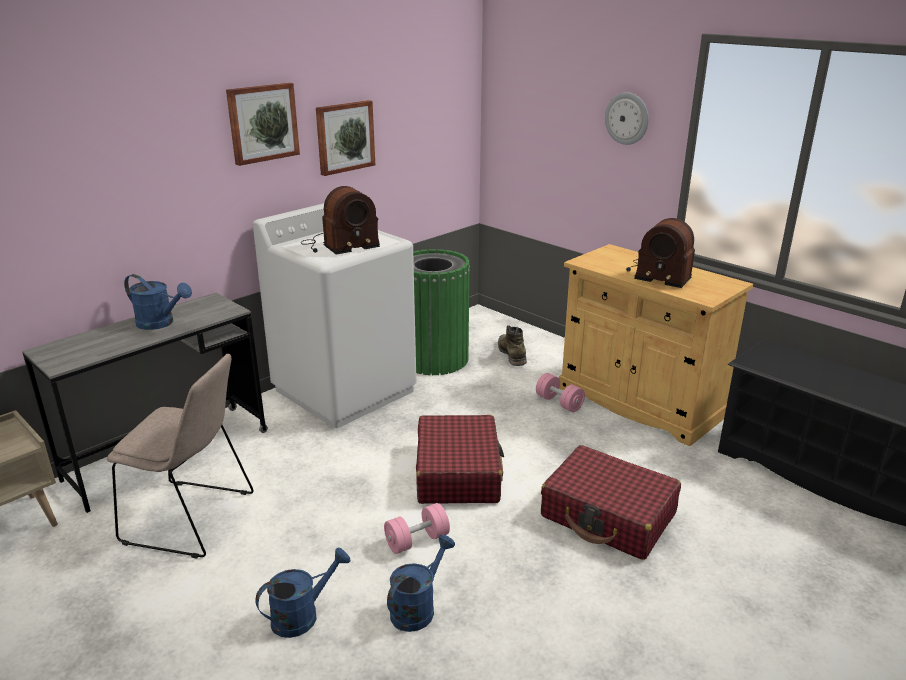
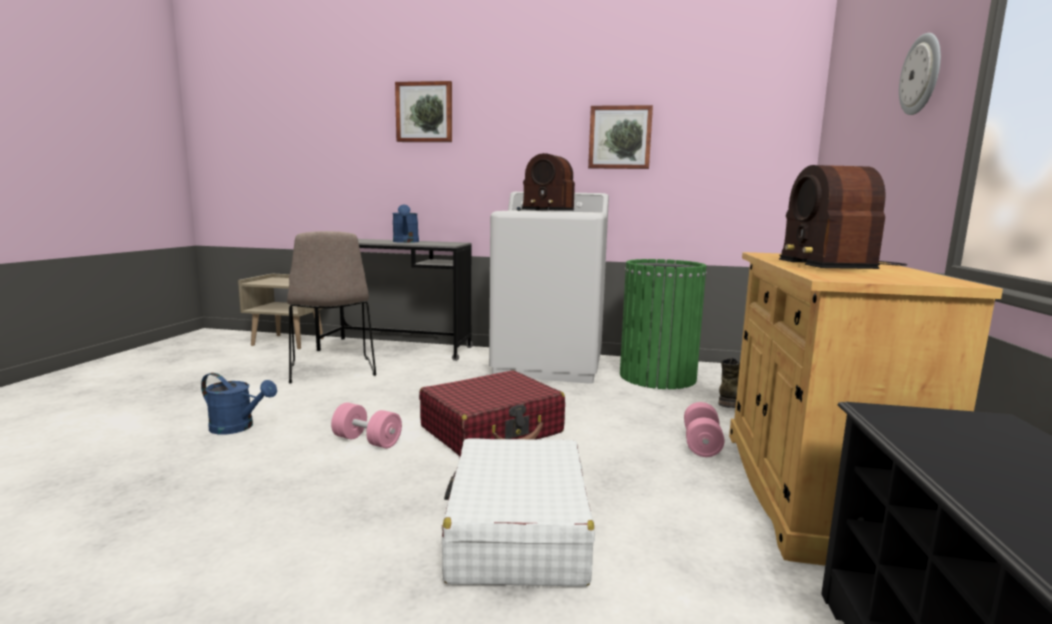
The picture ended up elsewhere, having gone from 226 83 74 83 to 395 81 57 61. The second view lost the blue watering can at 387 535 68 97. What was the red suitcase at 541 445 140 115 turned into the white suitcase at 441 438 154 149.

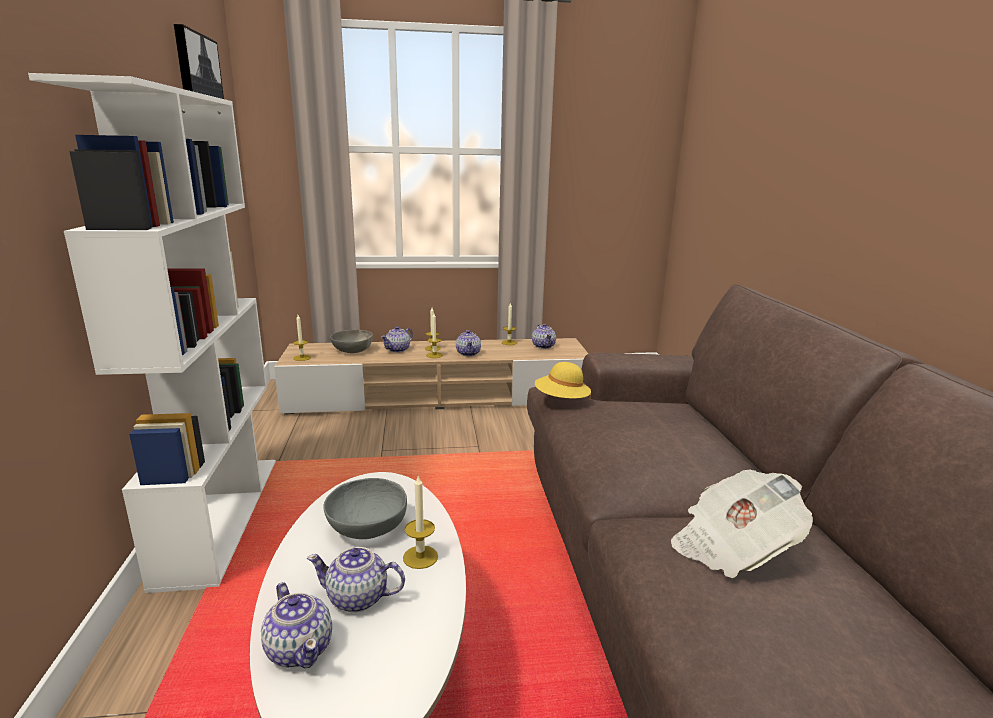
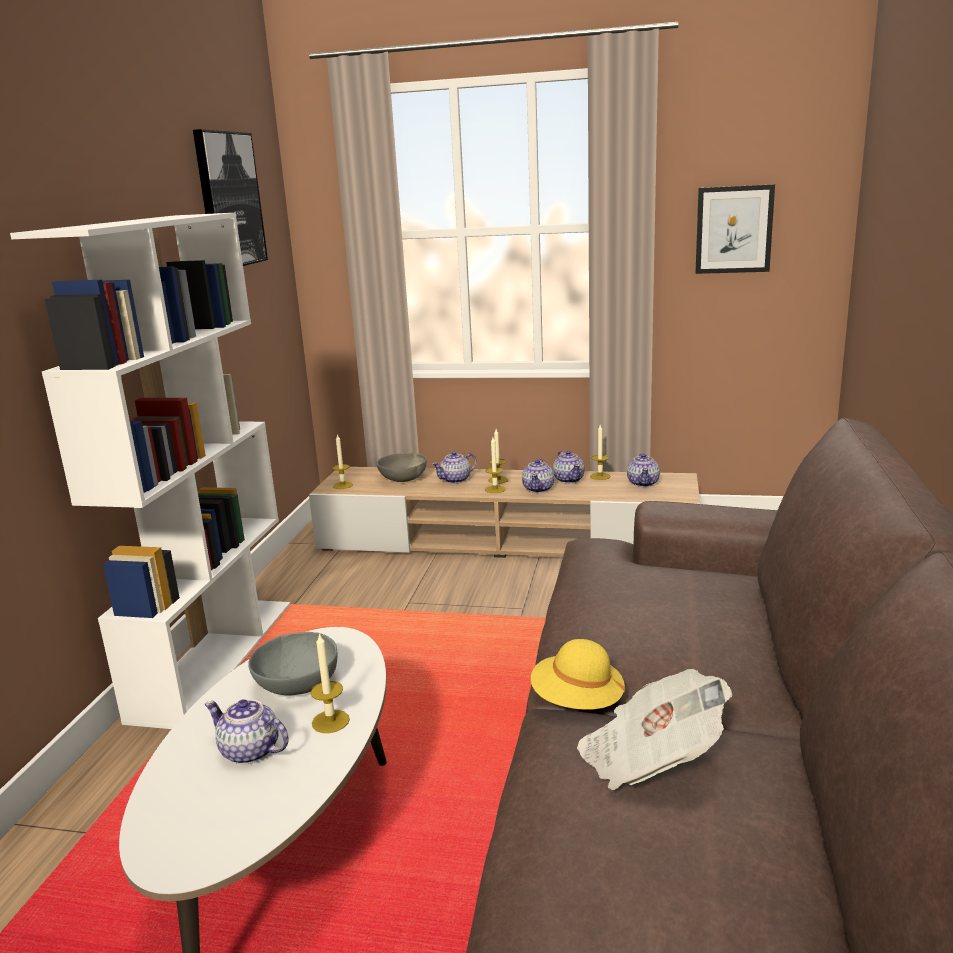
The teapot ended up elsewhere, having gone from 261 582 71 86 to 553 451 32 33. The yellow hat ended up elsewhere, having gone from 535 362 56 36 to 531 639 95 71. The second view gained the picture at 696 184 79 90.

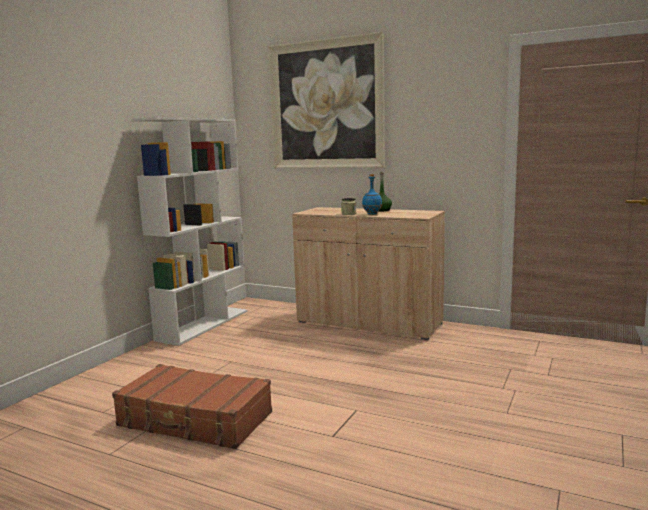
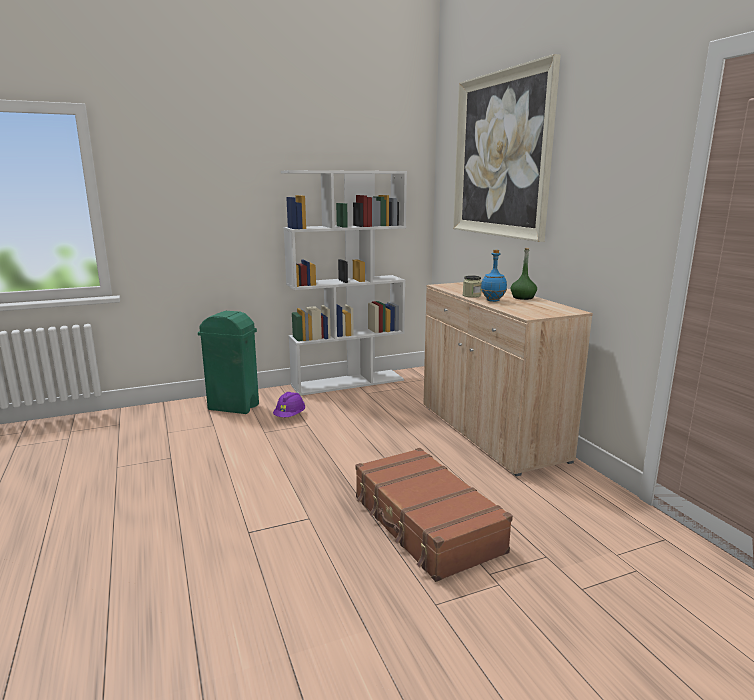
The brown suitcase ended up elsewhere, having gone from 112 364 160 85 to 355 448 158 134. The second view gained the green trash can at 198 311 61 103. The second view gained the purple hard hat at 273 392 32 25.

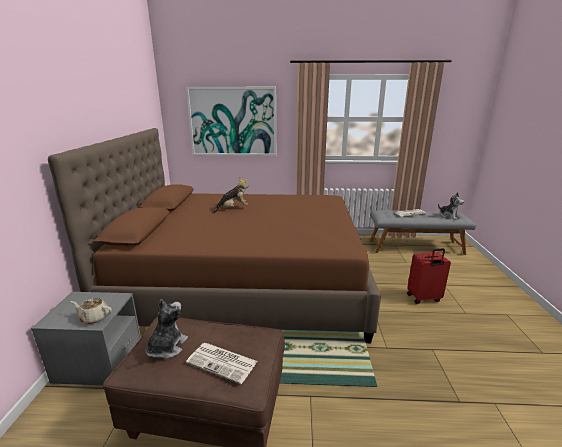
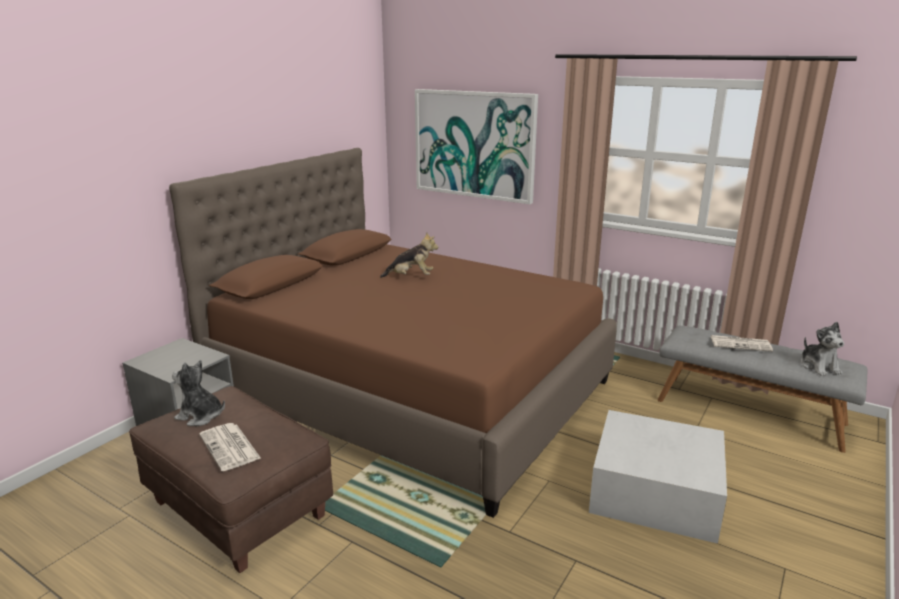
The second view lost the beige teapot at 70 298 42 26. The plush toy at 145 299 43 60 ended up facing another way, 120 degrees counterclockwise from before. Where the red suitcase stood at 407 248 44 56, the white storage box came to stand at 589 410 138 134.

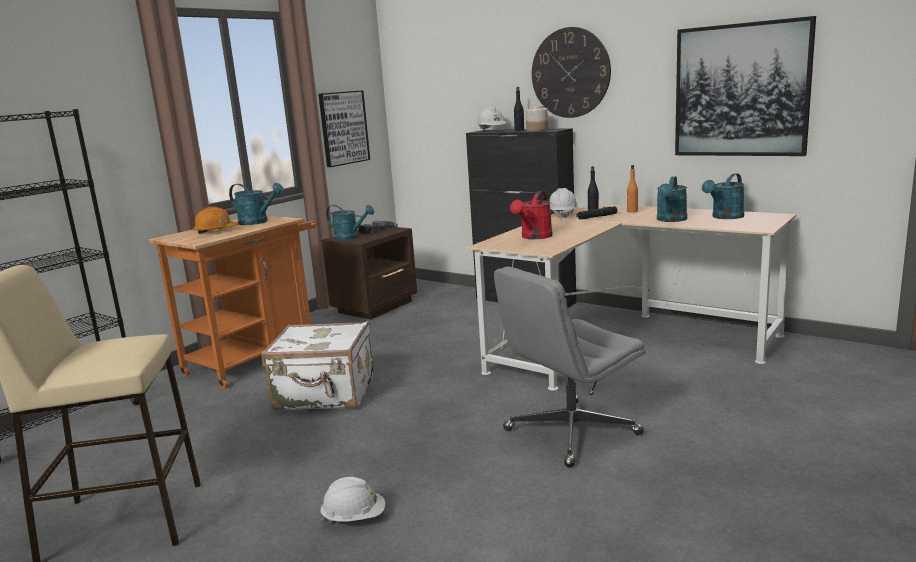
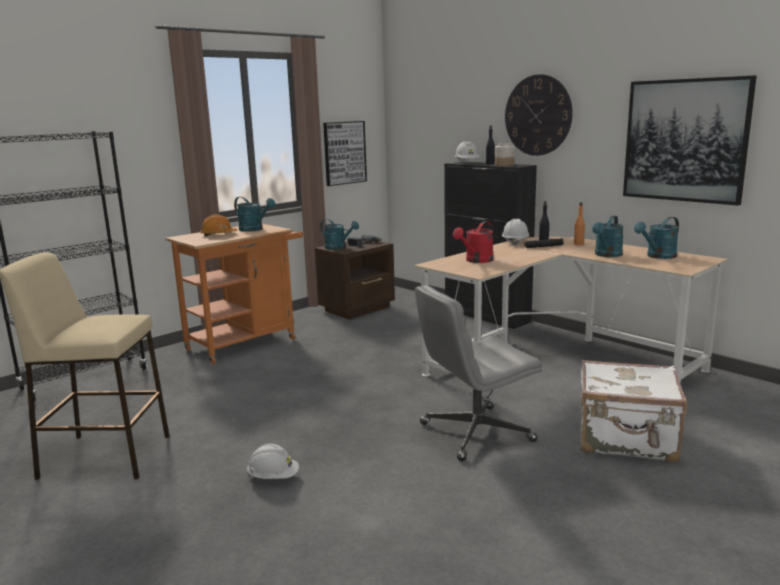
The white suitcase ended up elsewhere, having gone from 261 321 113 89 to 580 360 107 102.

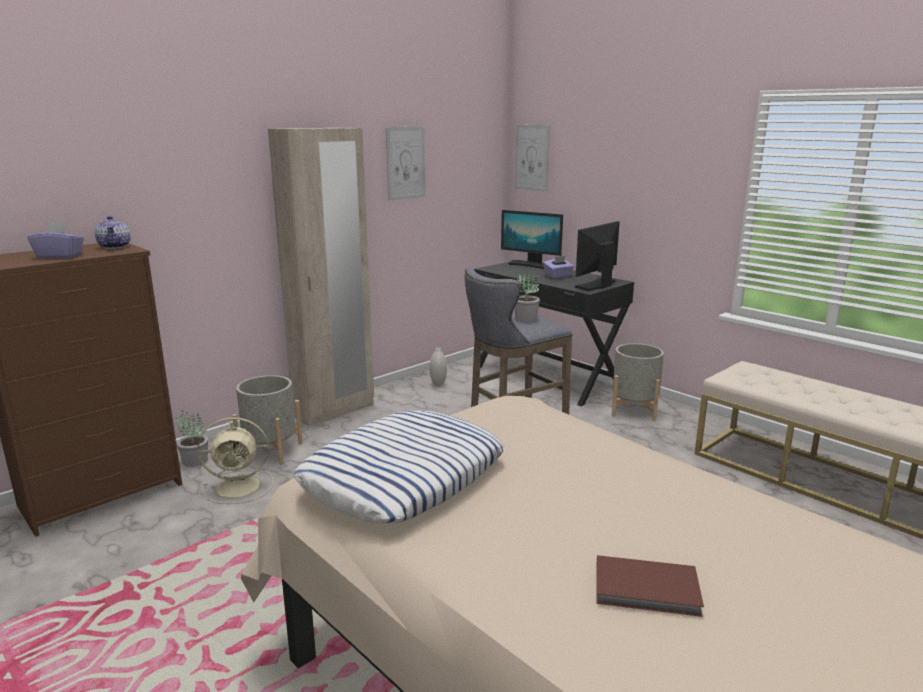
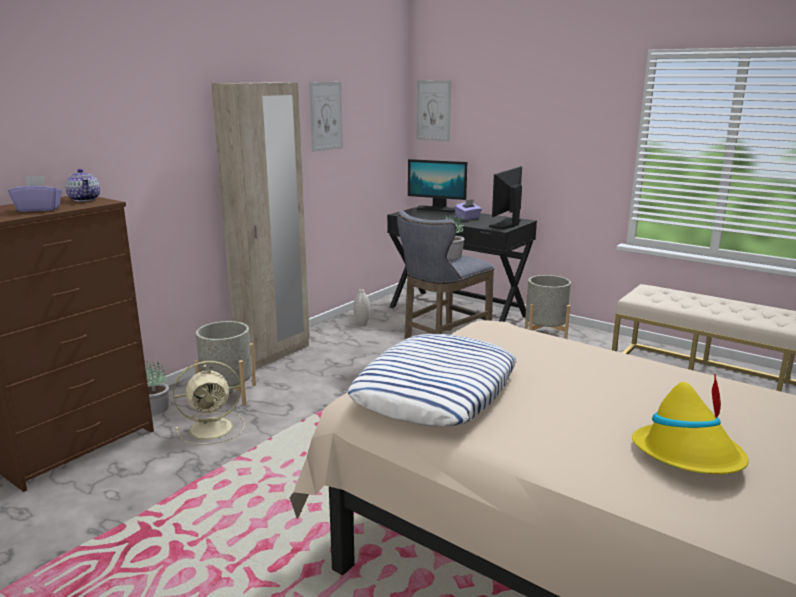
Where the brown book stood at 596 555 108 62, the yellow hat came to stand at 632 374 117 100.

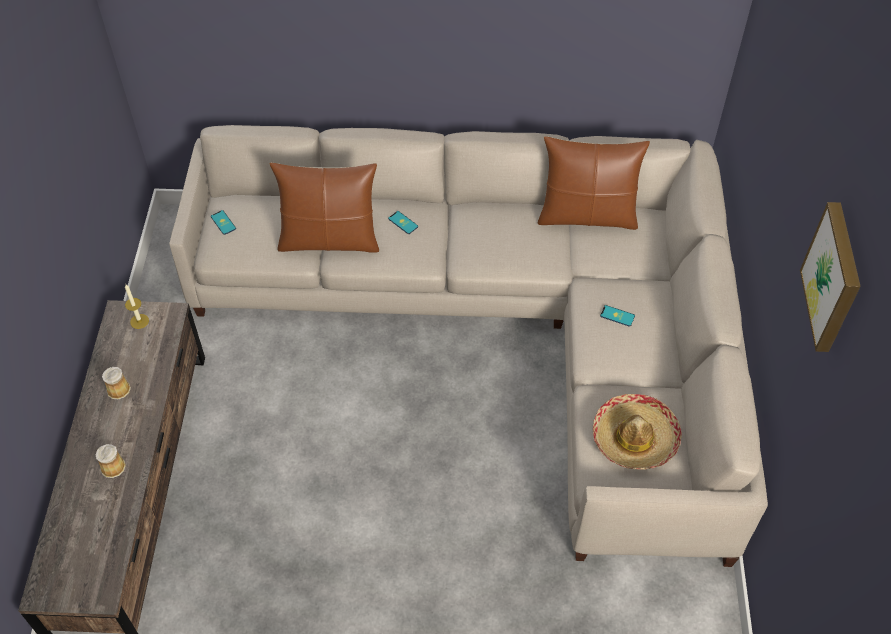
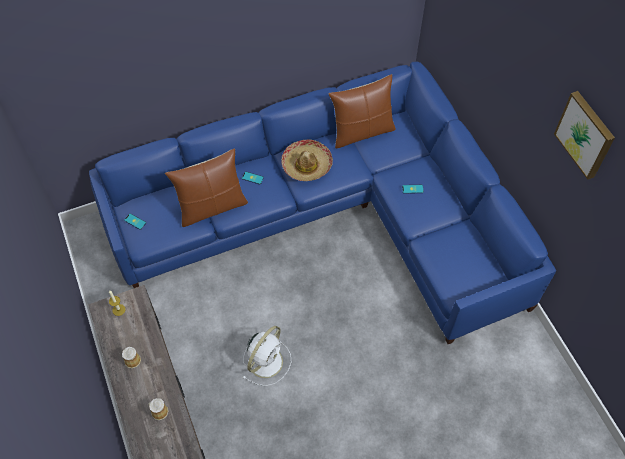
What was the beige sofa at 169 125 599 442 turned into the blue sofa at 89 61 467 283. The hat ended up elsewhere, having gone from 593 394 89 76 to 281 139 52 42. The second view gained the white fan at 243 326 48 60.

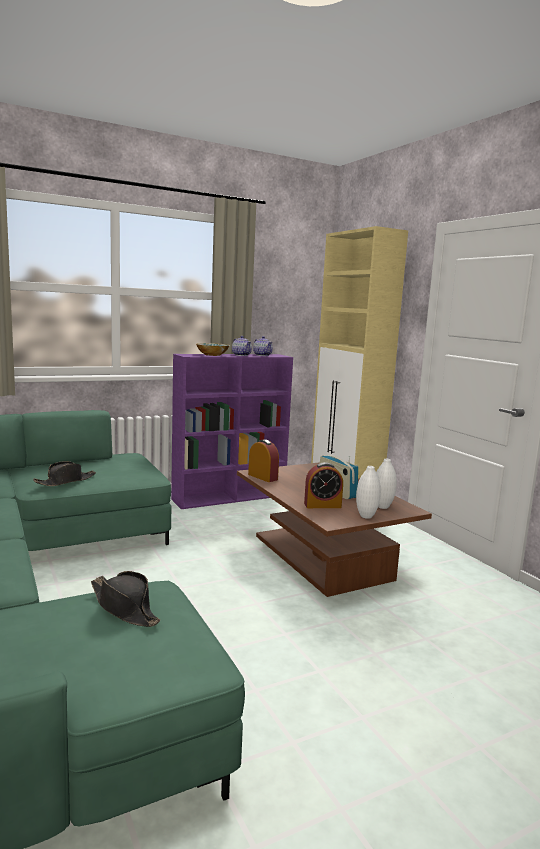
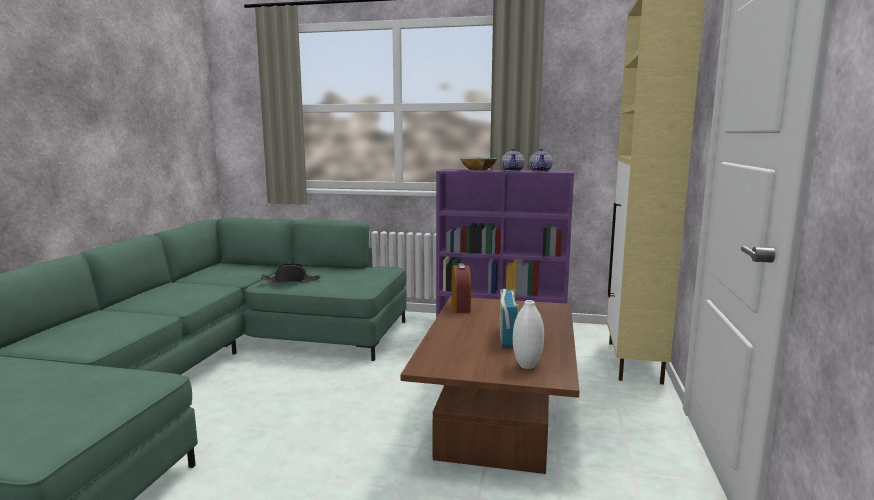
The second view lost the black hat at 91 571 69 56. The second view lost the alarm clock at 304 462 39 46. The second view lost the white vase at 356 466 25 53.

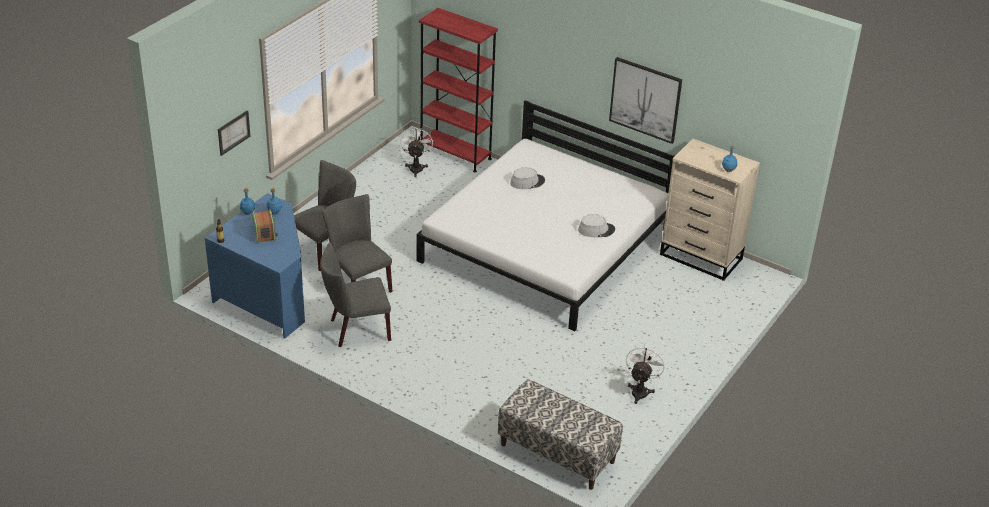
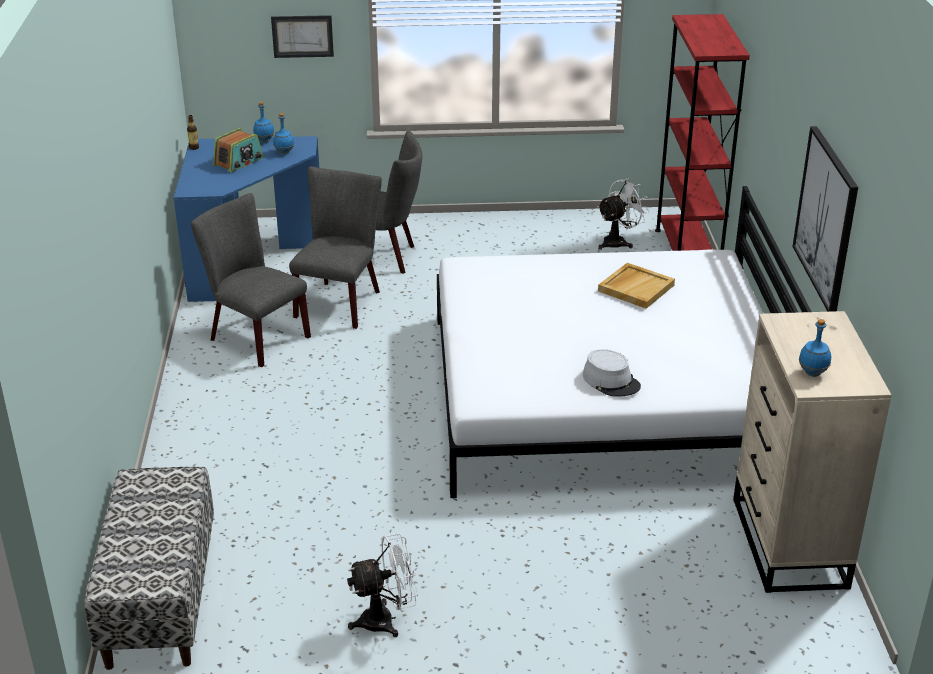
Where the grey hat stood at 510 167 35 22, the beige tray came to stand at 598 263 77 46.

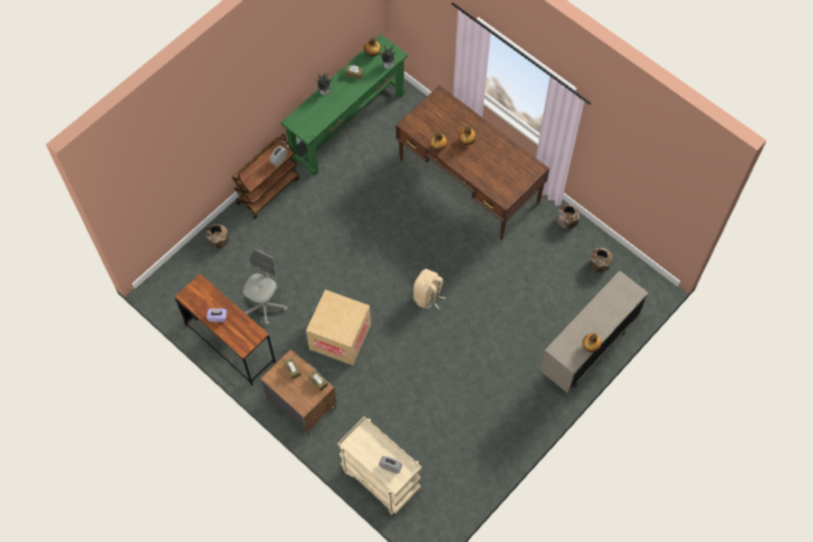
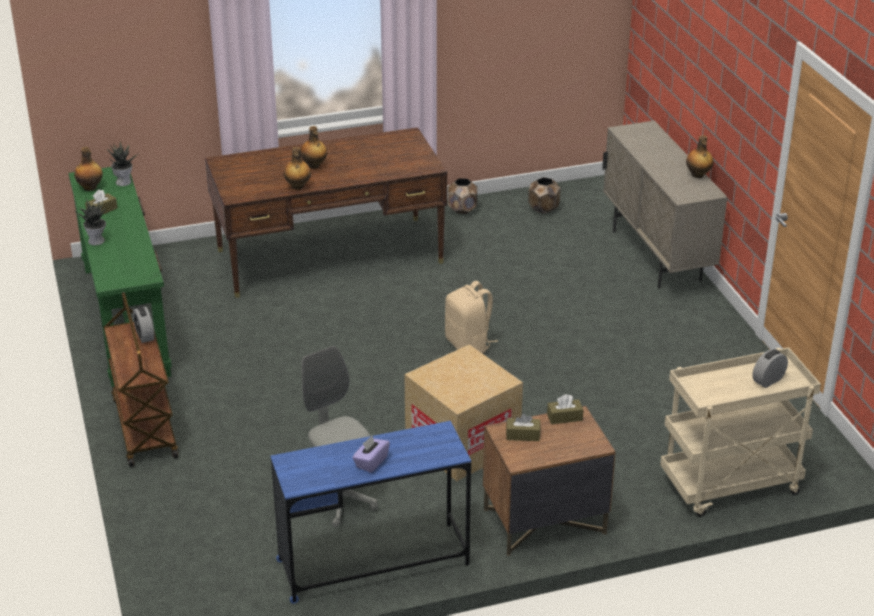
What was the brown desk at 175 274 101 112 turned into the blue desk at 271 421 200 183. The second view lost the brown planter at 206 224 23 24.

